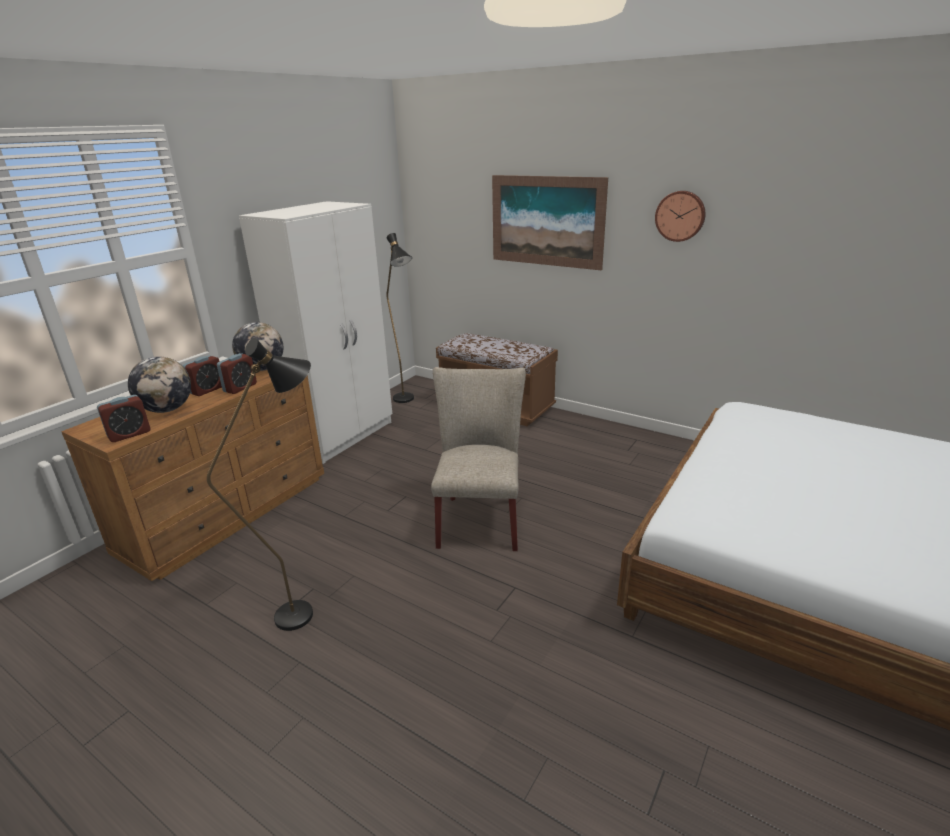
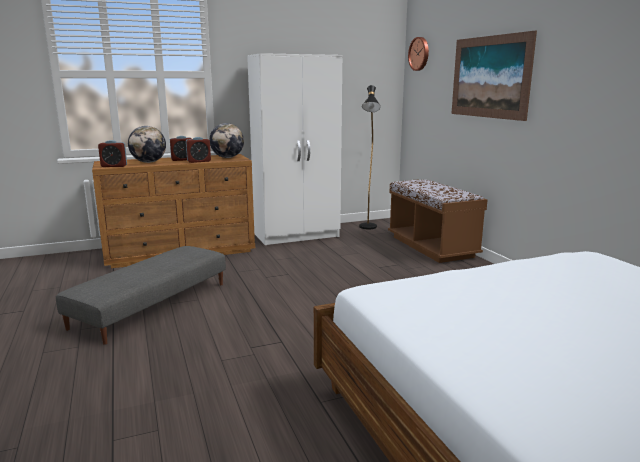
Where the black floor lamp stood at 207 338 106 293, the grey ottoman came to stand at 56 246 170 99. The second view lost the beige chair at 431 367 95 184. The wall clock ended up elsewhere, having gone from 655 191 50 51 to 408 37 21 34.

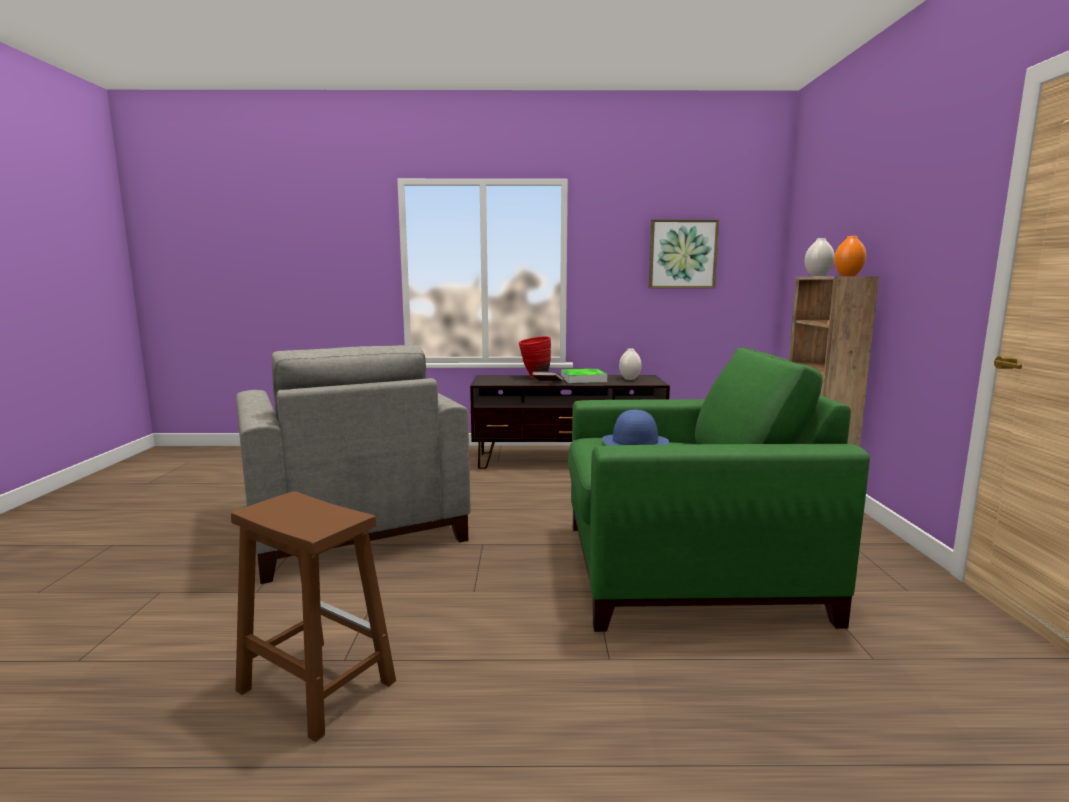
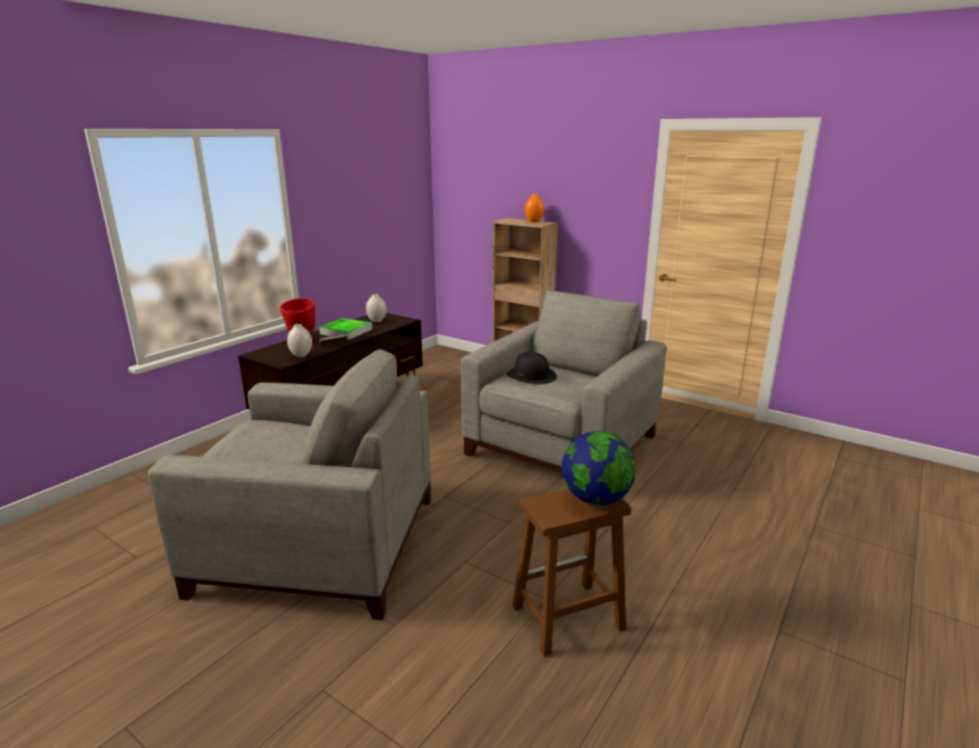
What was the green armchair at 568 347 302 285 turned into the grey armchair at 461 290 206 183. What was the blue hat at 602 410 67 36 turned into the black hat at 507 352 50 32. The second view lost the picture at 649 219 70 69. The white vase ended up elsewhere, having gone from 805 238 29 38 to 287 324 25 33. The second view gained the globe at 562 431 74 74.

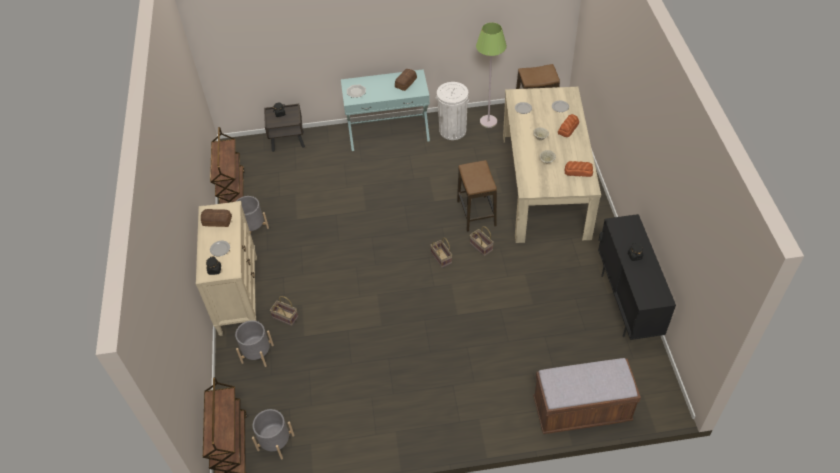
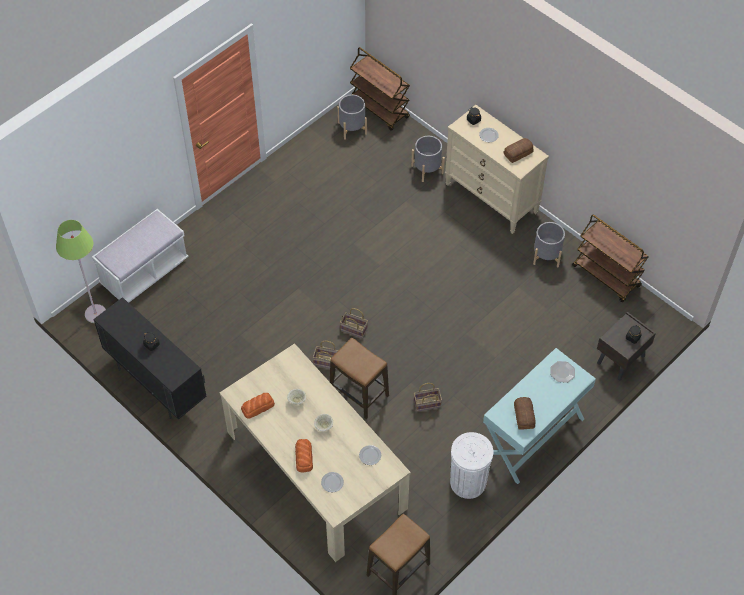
The basket ended up elsewhere, having gone from 270 296 28 30 to 414 383 28 28. The green floor lamp ended up elsewhere, having gone from 476 22 31 106 to 56 220 50 103. What was the brown bench at 533 358 108 76 turned into the white bench at 92 209 97 94.

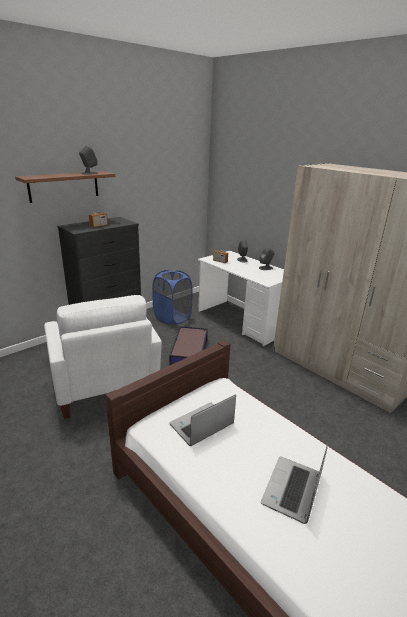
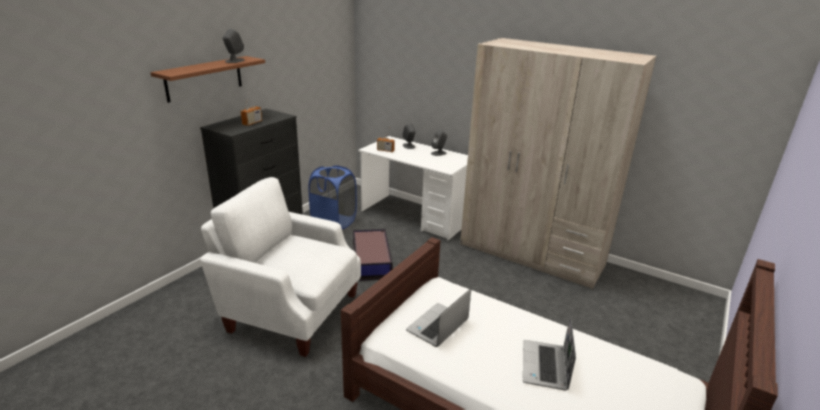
The white armchair at 44 295 118 124 ended up facing another way, 150 degrees clockwise from before.

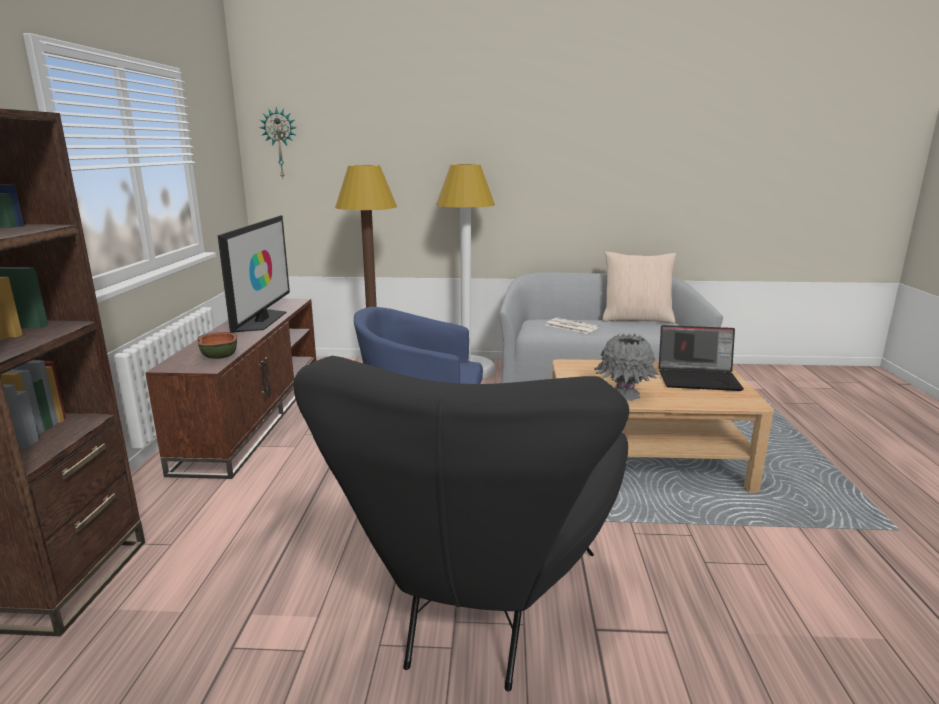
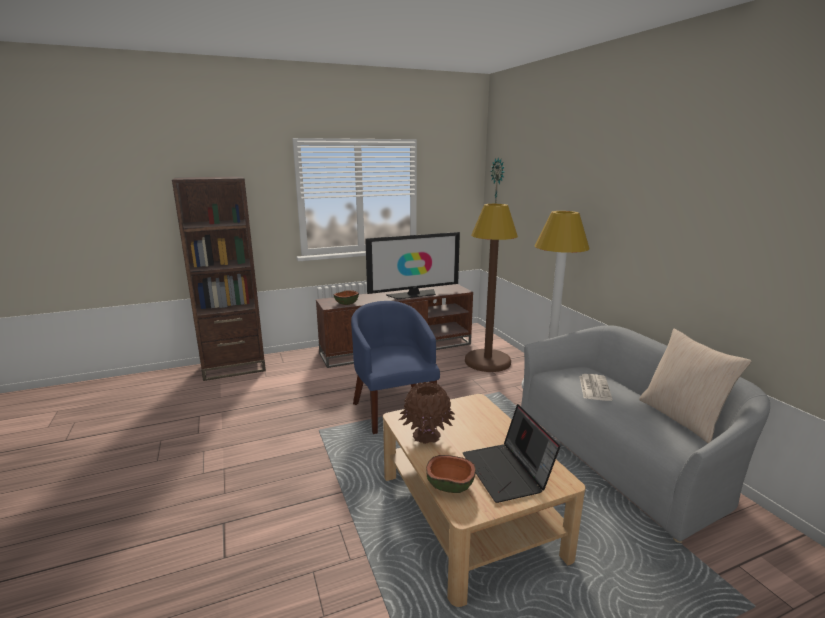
The second view lost the black armchair at 294 356 335 335. What was the grey vase at 594 334 65 67 turned into the brown vase at 399 382 56 62. The second view gained the bowl at 426 455 50 38.

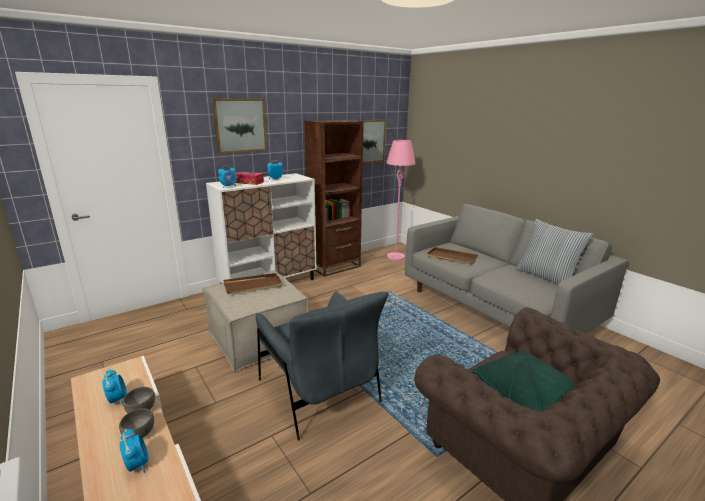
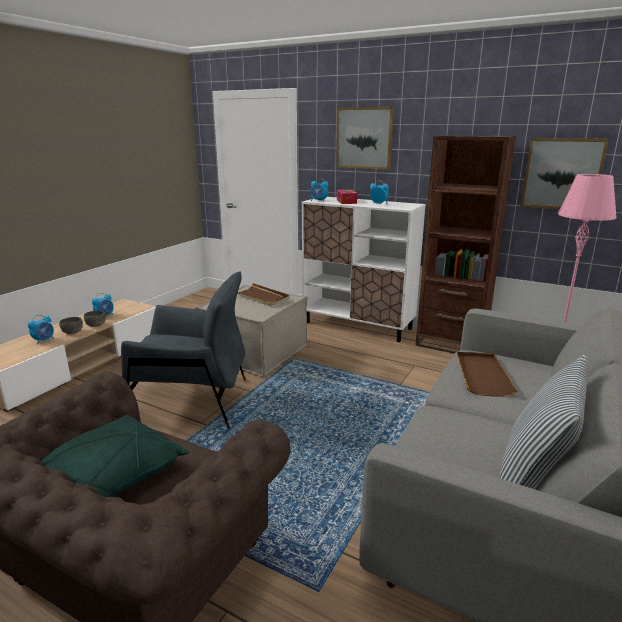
The grey armchair at 256 291 133 150 ended up facing another way, 120 degrees counterclockwise from before.

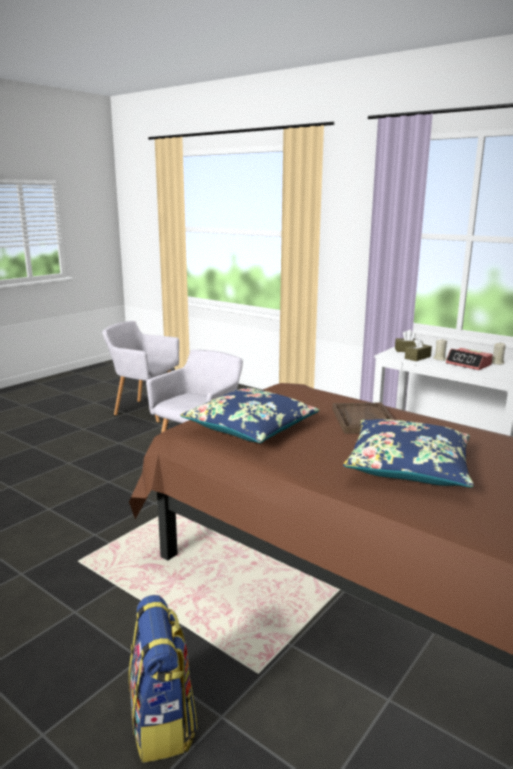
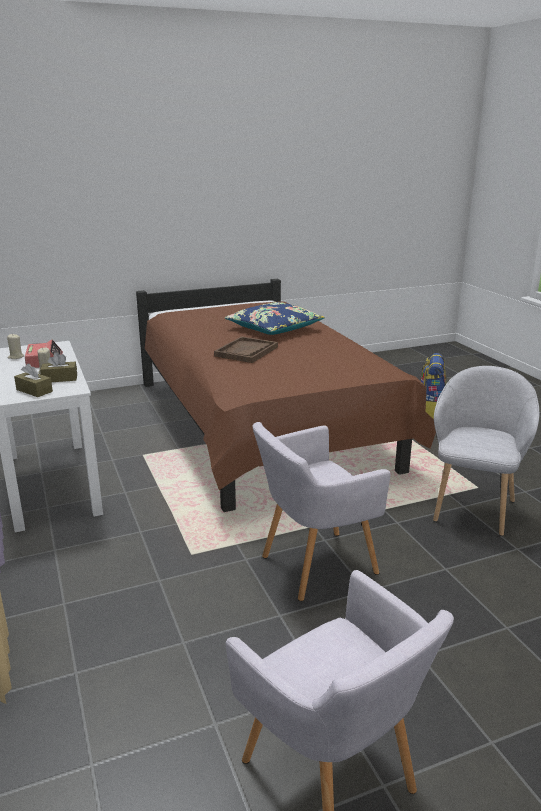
The second view lost the blue pillow at 180 388 139 55. The second view gained the grey armchair at 433 366 106 170.

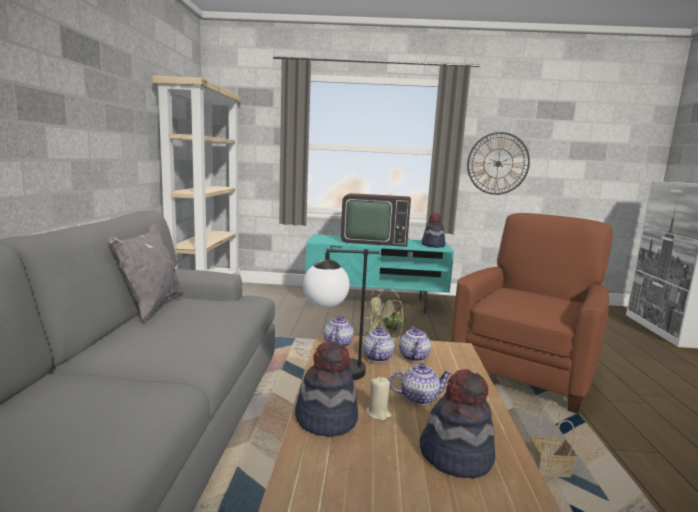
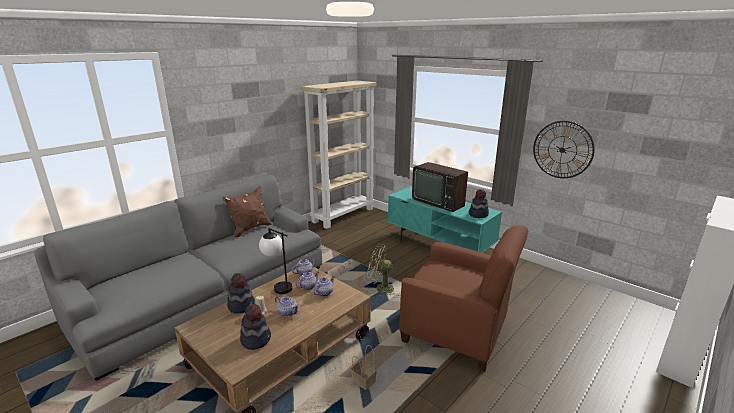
What was the grey pillow at 108 223 75 99 turned into the brown pillow at 223 186 49 51. The brown armchair at 451 213 162 201 ended up facing another way, 45 degrees clockwise from before.

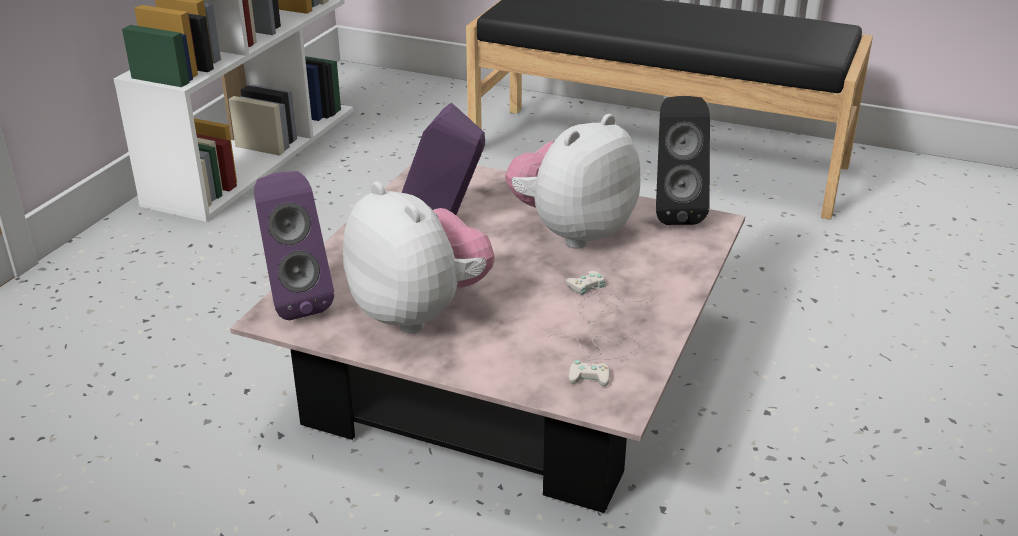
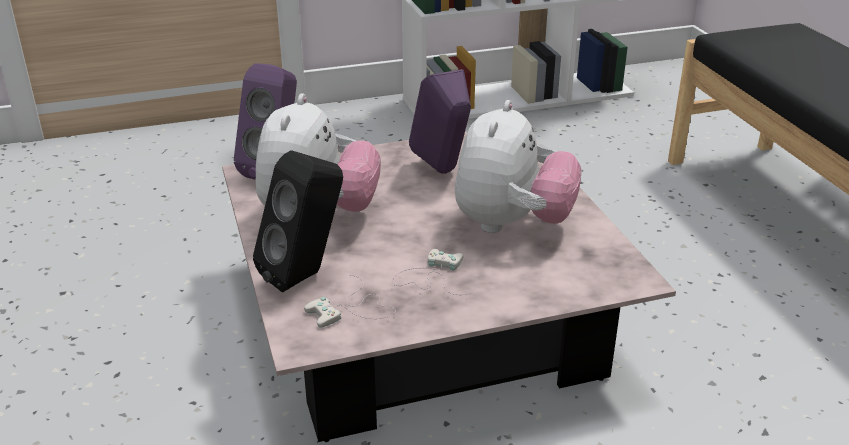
The plush toy at 505 114 135 135 ended up facing another way, 105 degrees clockwise from before. The black speaker ended up elsewhere, having gone from 656 96 54 129 to 253 150 90 142.

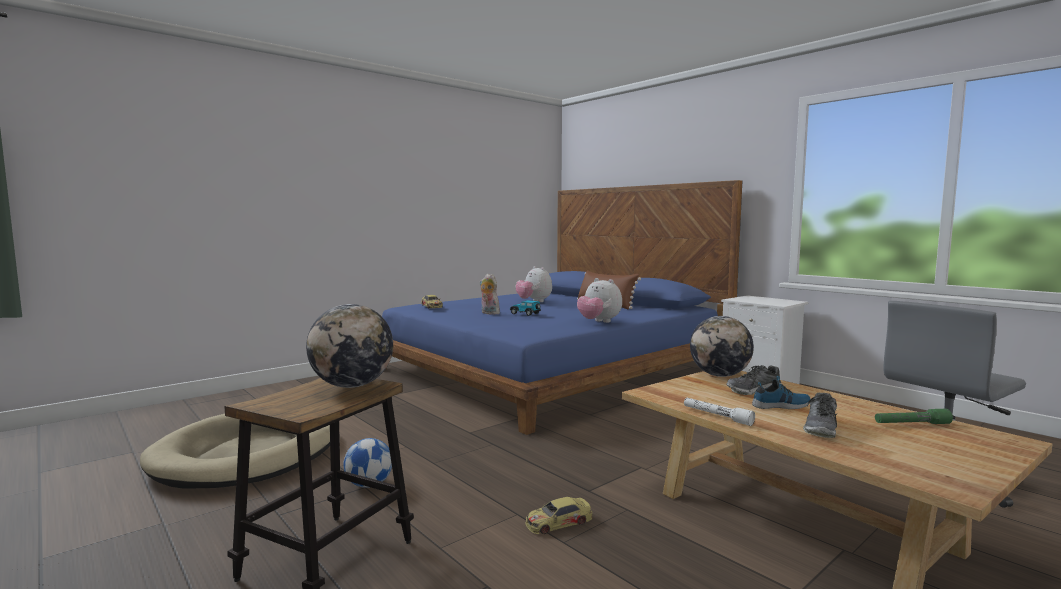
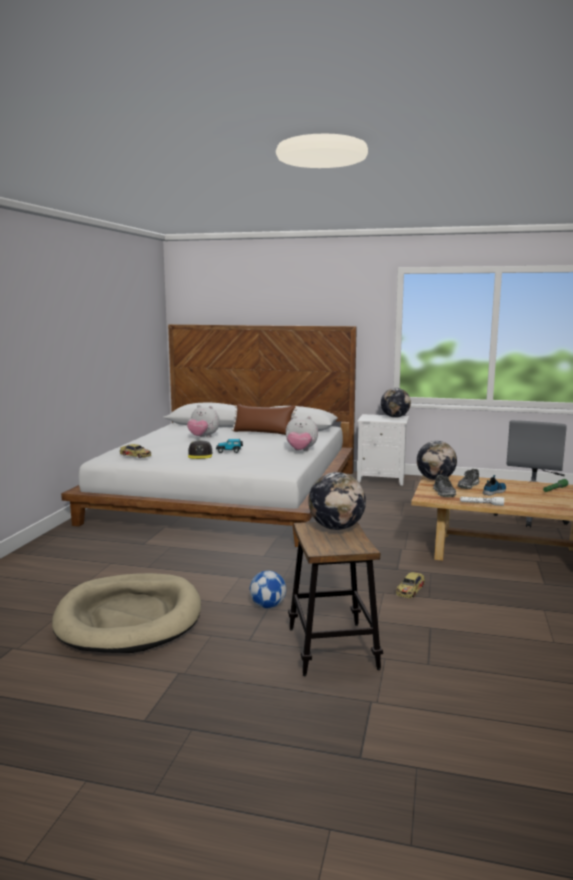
What was the blue bed at 382 180 360 255 turned into the white bed at 61 324 296 223. Where the plush toy stood at 480 274 20 41, the grey cap came to stand at 188 441 24 18. The shoe ended up elsewhere, having gone from 803 393 34 45 to 433 475 23 22. The second view gained the globe at 381 388 30 30.

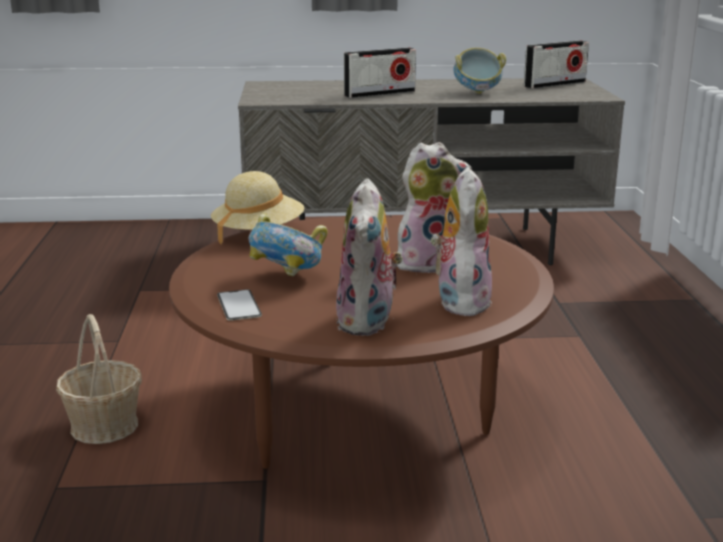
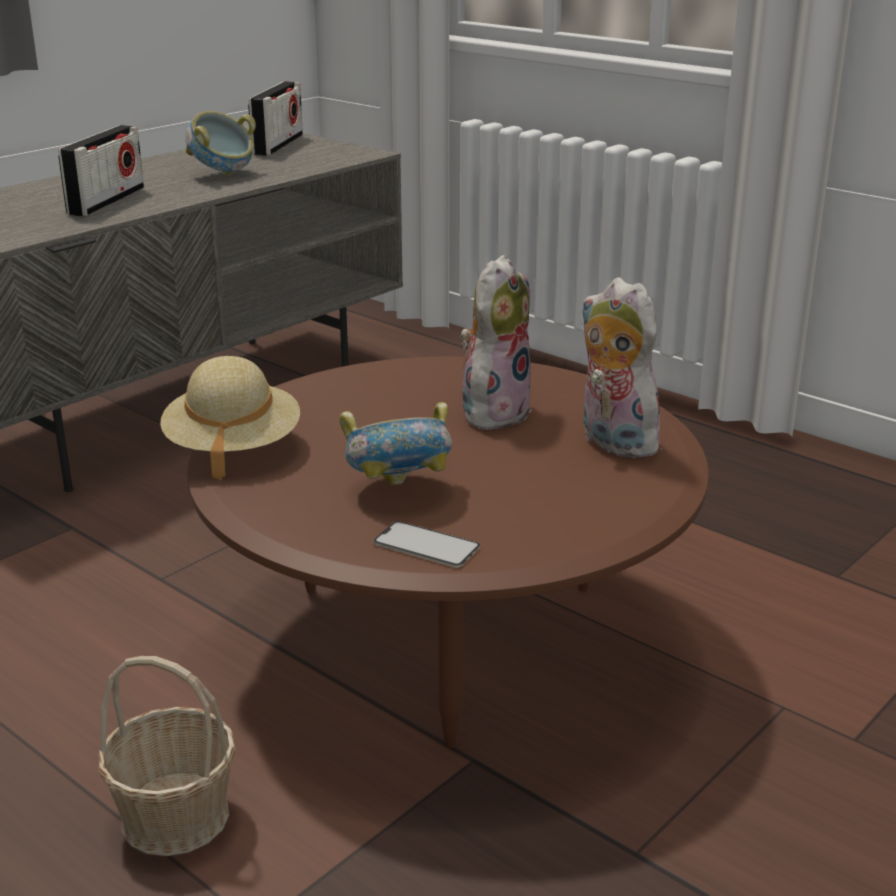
The second view lost the plush toy at 336 178 67 158.

